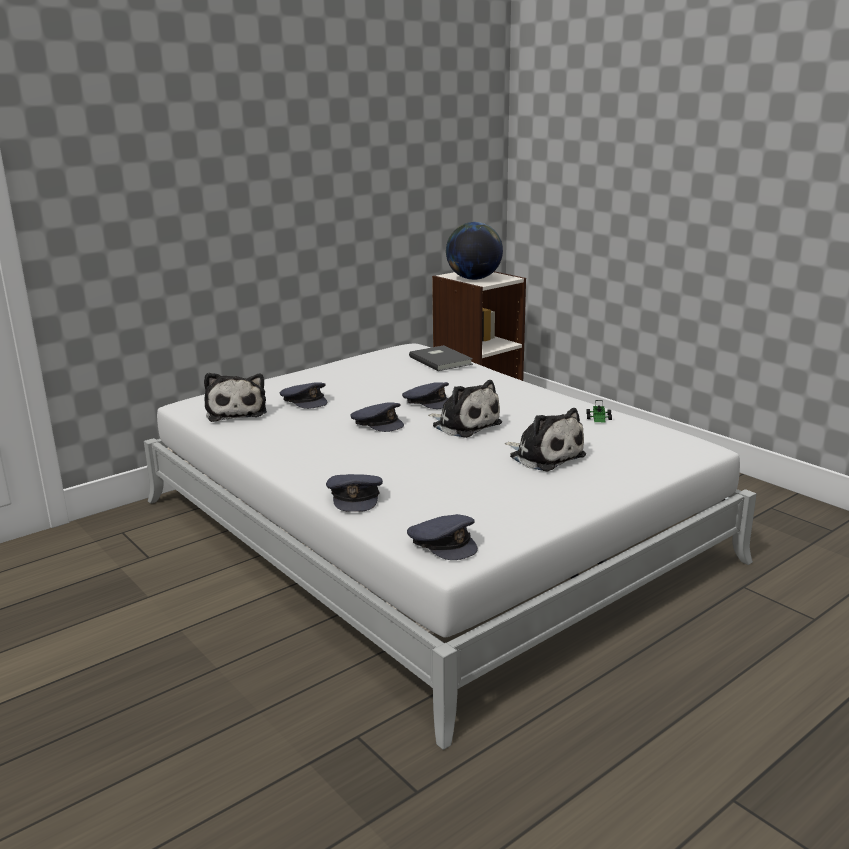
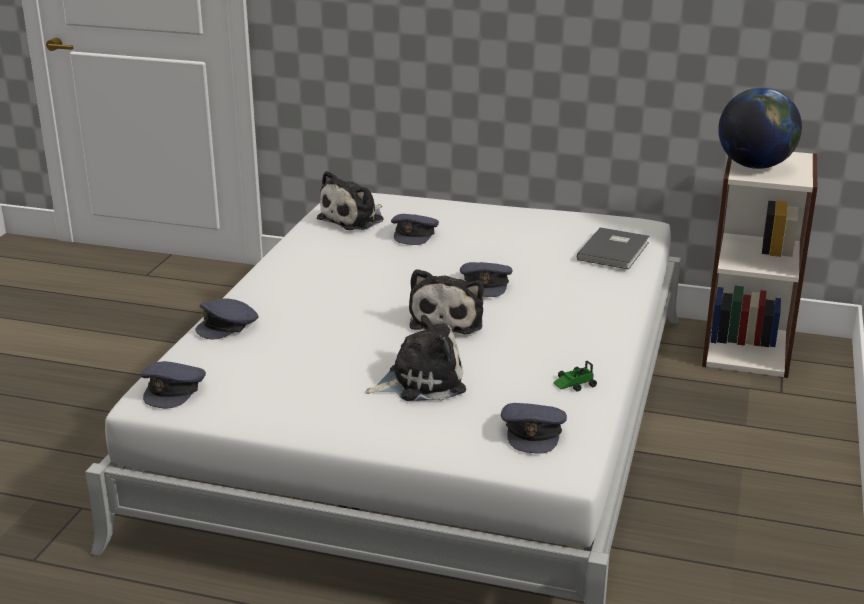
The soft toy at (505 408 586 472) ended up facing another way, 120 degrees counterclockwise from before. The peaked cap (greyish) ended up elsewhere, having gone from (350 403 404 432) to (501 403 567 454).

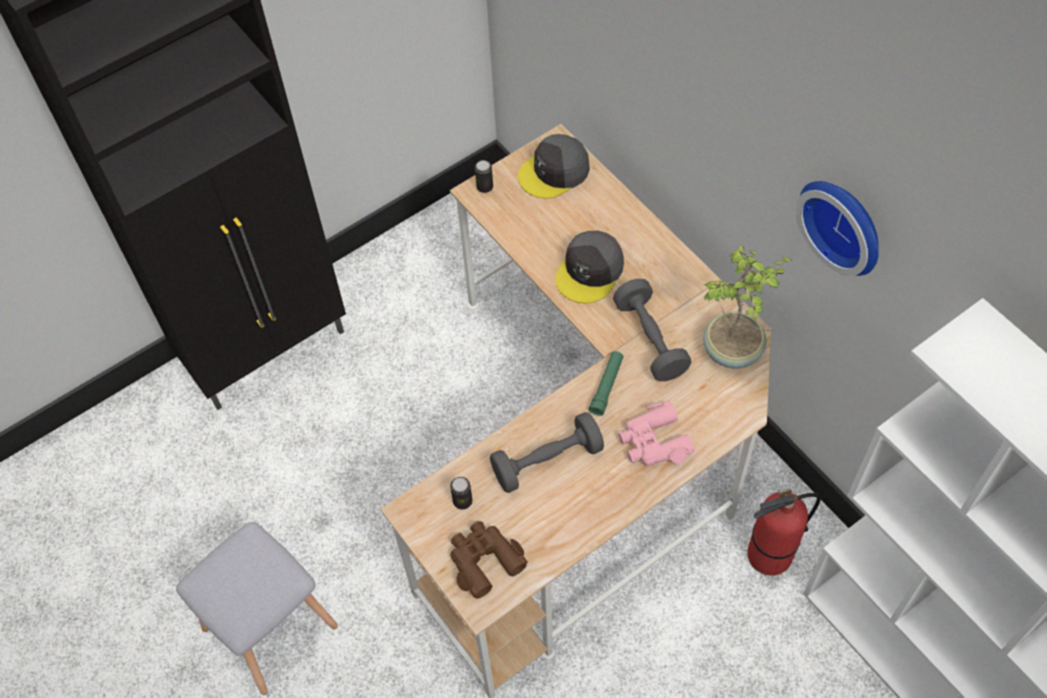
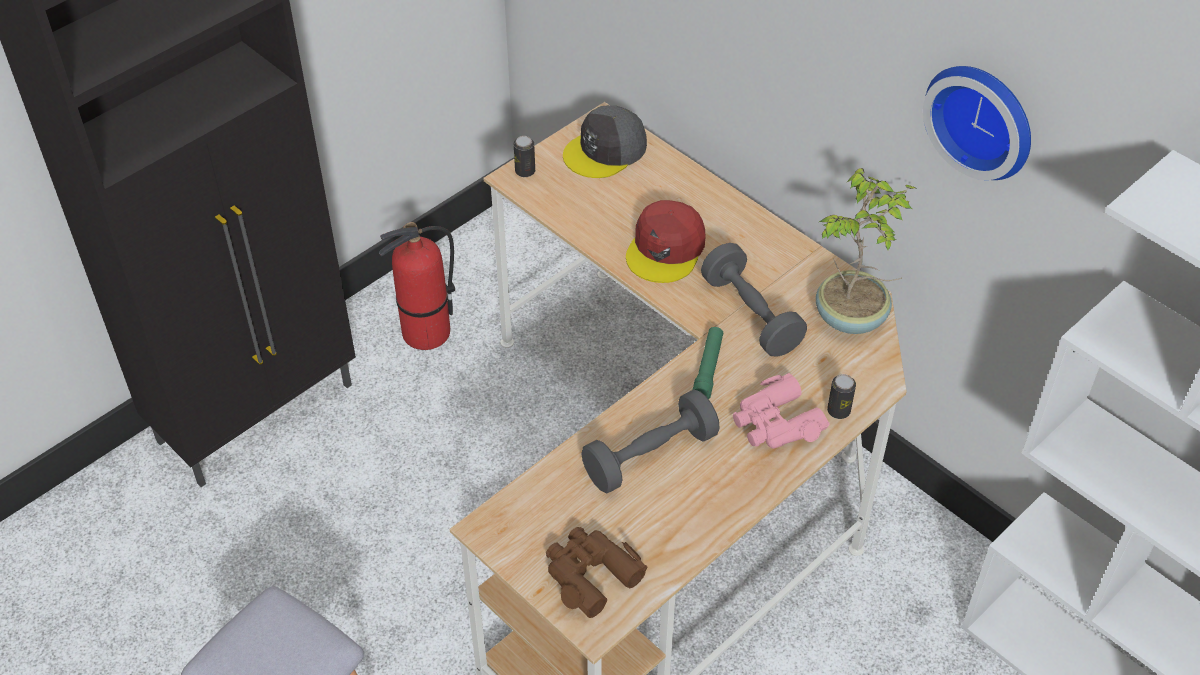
The extinguisher ended up elsewhere, having gone from (747 489 821 575) to (379 222 455 350). What was the peaked cap (greyish) at (556 230 624 303) turned into the peaked cap (red-coloured) at (626 200 705 283). The can ended up elsewhere, having gone from (450 477 472 510) to (827 374 856 419).

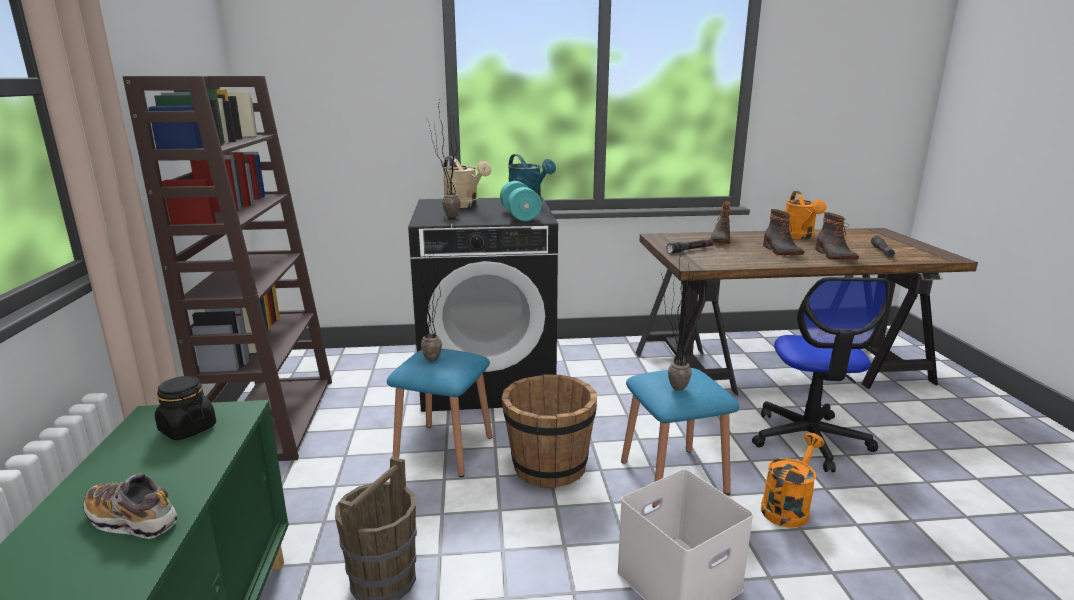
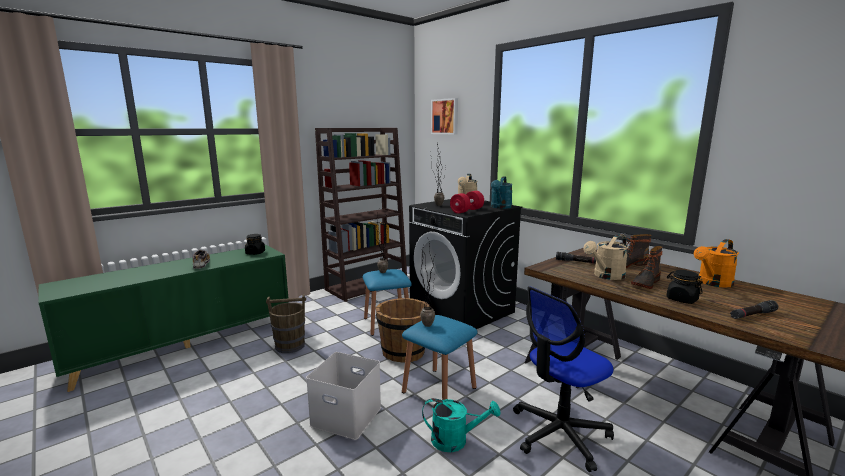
What was the watering can (orange) at (761 433 825 528) turned into the watering can (turquoise-coloured) at (422 398 500 452). The second view gained the wall art at (431 98 458 134). What was the dumbbell (turquoise-coloured) at (500 181 542 221) turned into the dumbbell (red-coloured) at (450 191 484 214). The second view gained the watering can (beige) at (583 234 628 280). Where the high-top boot stood at (815 212 859 260), the storage jar (black) came to stand at (666 270 703 304).

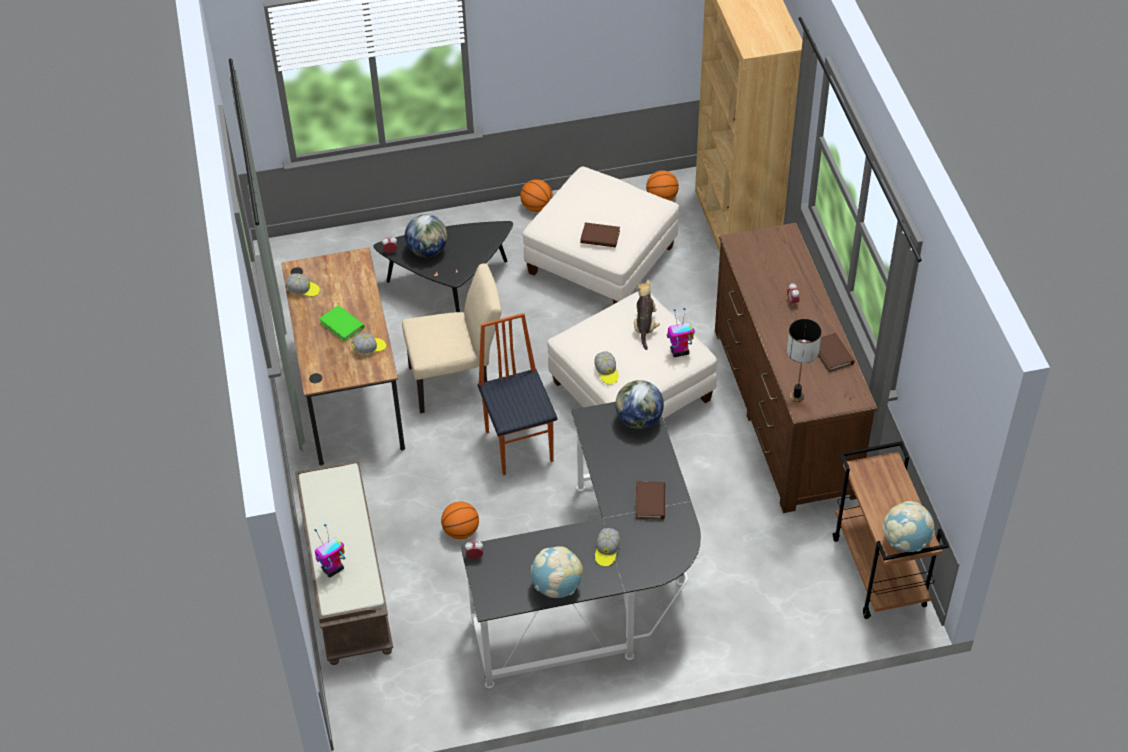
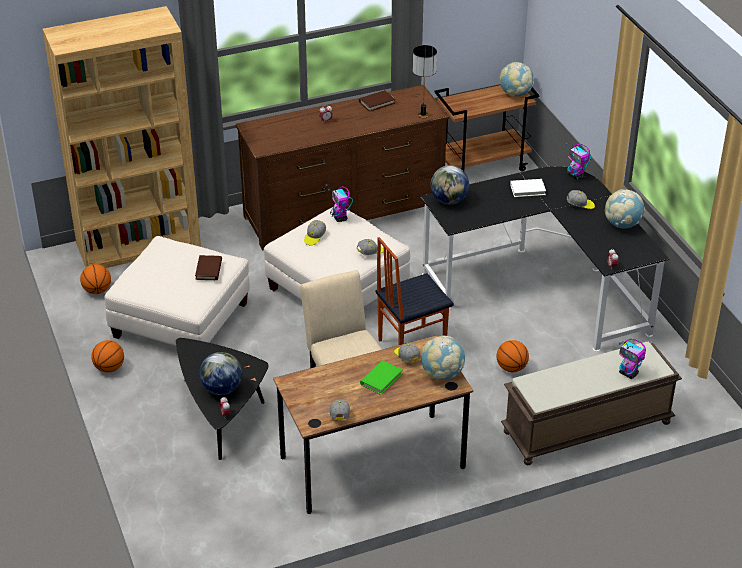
Where the soft toy stood at (634 280 660 350), the peaked cap came to stand at (304 220 326 245). The second view gained the desk globe at (421 336 465 380). What was the bound book (brownish) at (636 481 665 519) turned into the bound book (white-coloured) at (510 179 546 197). The second view gained the toy robot at (566 143 591 180).

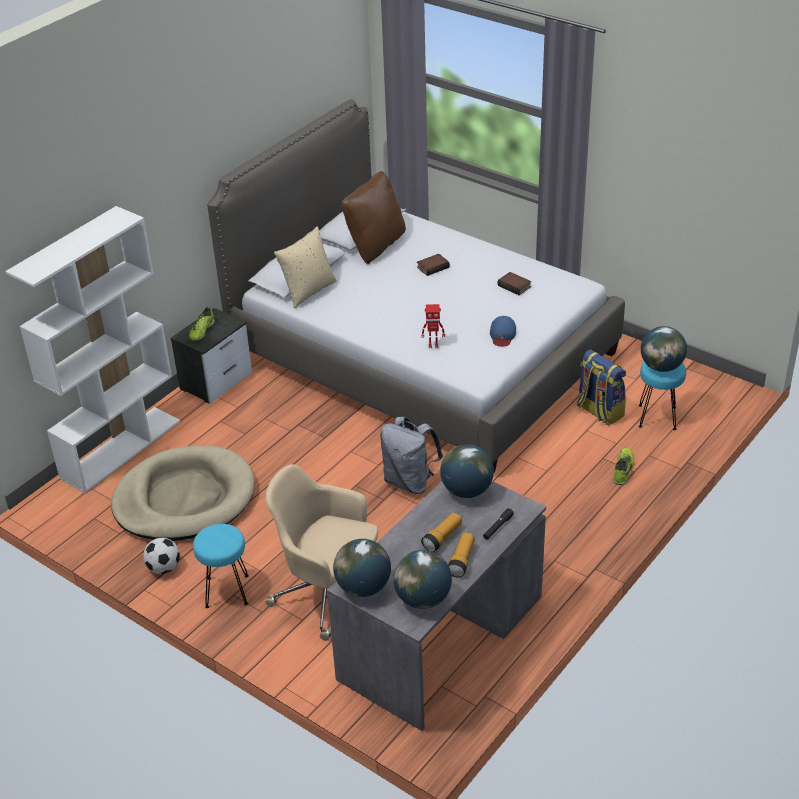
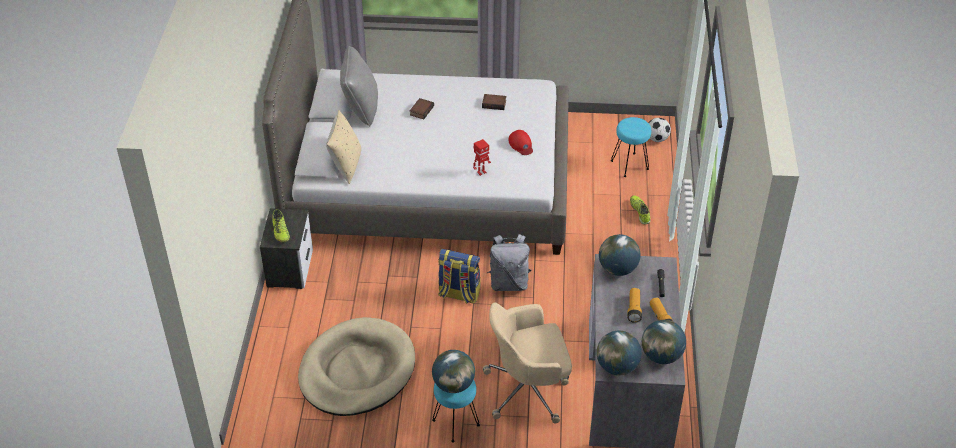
What was the throw pillow (brownish) at (341 171 406 264) turned into the throw pillow (greyish) at (340 46 378 126). The desk globe ended up elsewhere, having gone from (641 326 687 372) to (432 350 475 393). The backpack ended up elsewhere, having gone from (577 350 626 425) to (438 249 481 304). What was the peaked cap (bluish) at (490 316 516 346) turned into the peaked cap (red-coloured) at (509 130 533 155). The ball for football ended up elsewhere, having gone from (143 538 180 574) to (649 118 671 142). The second view lost the bookcase (white-coloured) at (5 206 180 493).

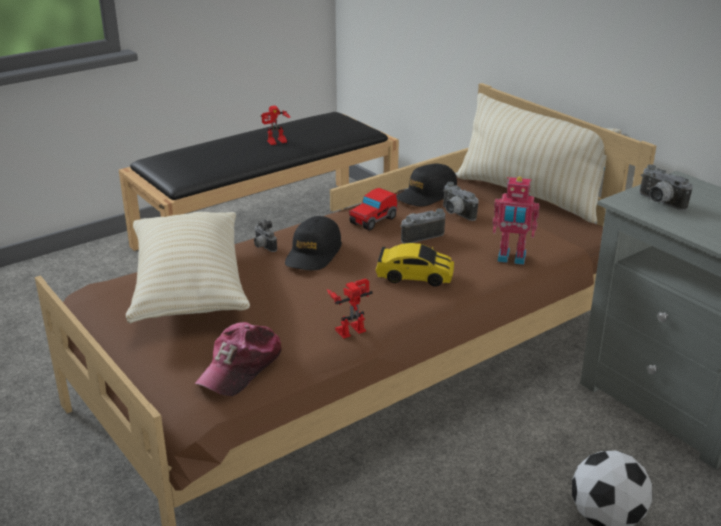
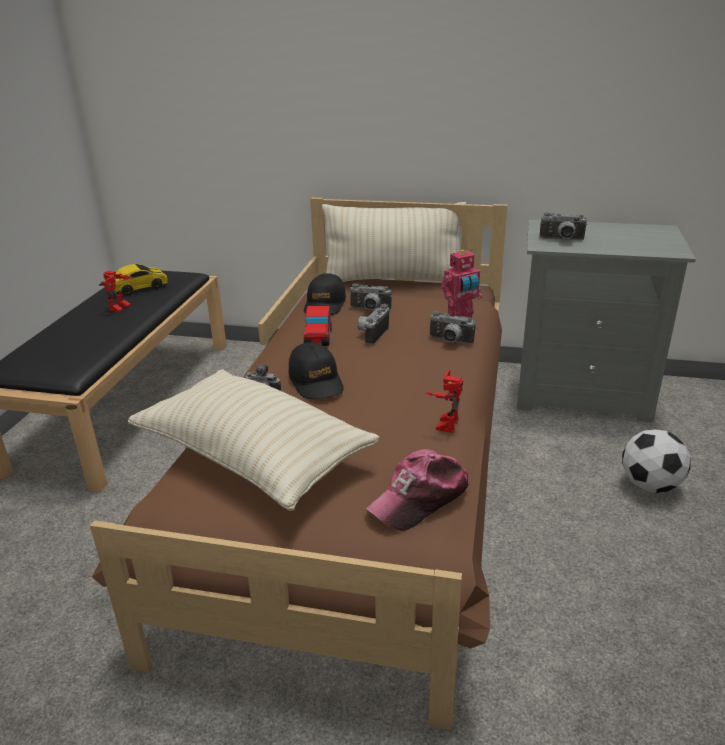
The toy car ended up elsewhere, having gone from (376 243 454 287) to (115 264 168 295). The peaked cap at (194 322 282 396) ended up facing another way, 60 degrees clockwise from before. The second view gained the still camera at (429 311 476 344).

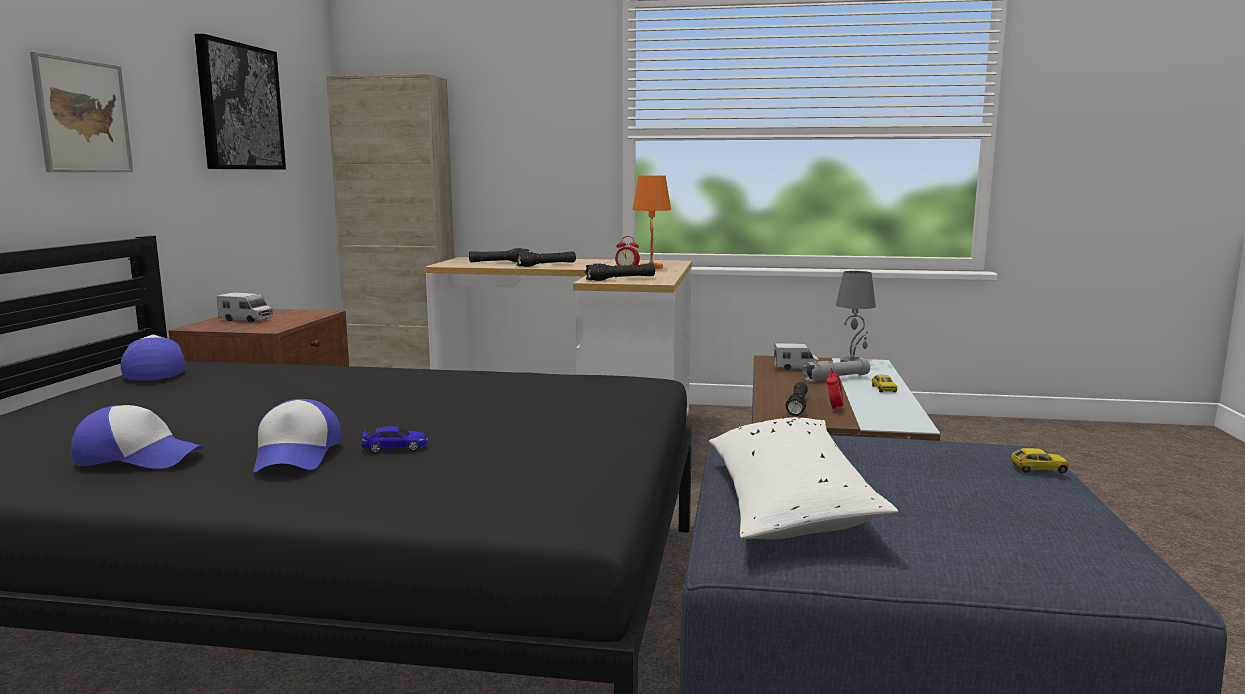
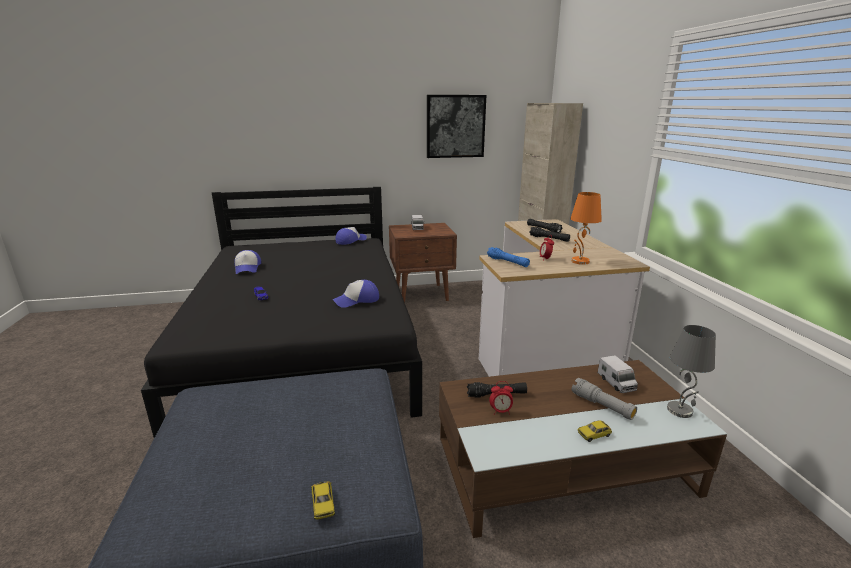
The peaked cap ended up elsewhere, having gone from (254 399 341 472) to (333 280 379 308). What was the hand torch (black) at (585 263 655 281) turned into the hand torch (bluish) at (487 247 530 267). The second view lost the wall art at (30 52 133 172). The second view lost the throw pillow (white-coloured) at (709 417 898 540).

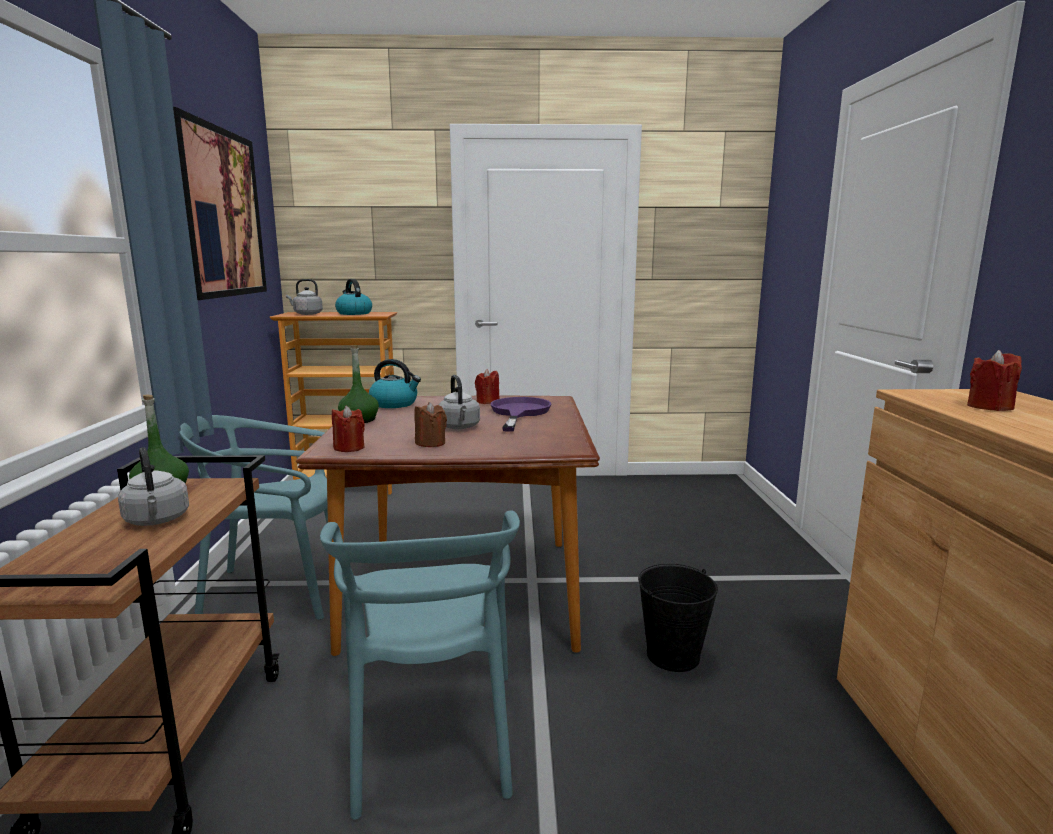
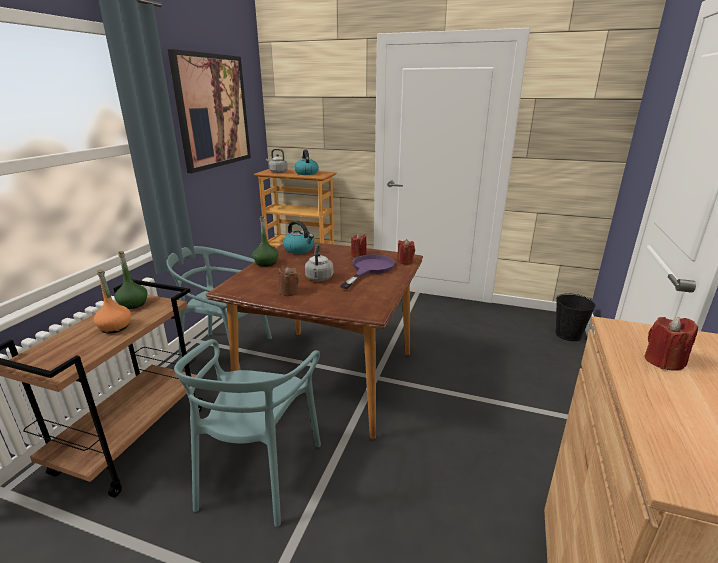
Where the tea kettle (greyish) stood at (118 447 189 526), the bottle (orange) came to stand at (94 269 131 333). The candle (red-coloured) ended up elsewhere, having gone from (332 406 365 452) to (397 239 415 265). The water bucket (black) ended up elsewhere, having gone from (638 564 718 672) to (555 293 596 341).

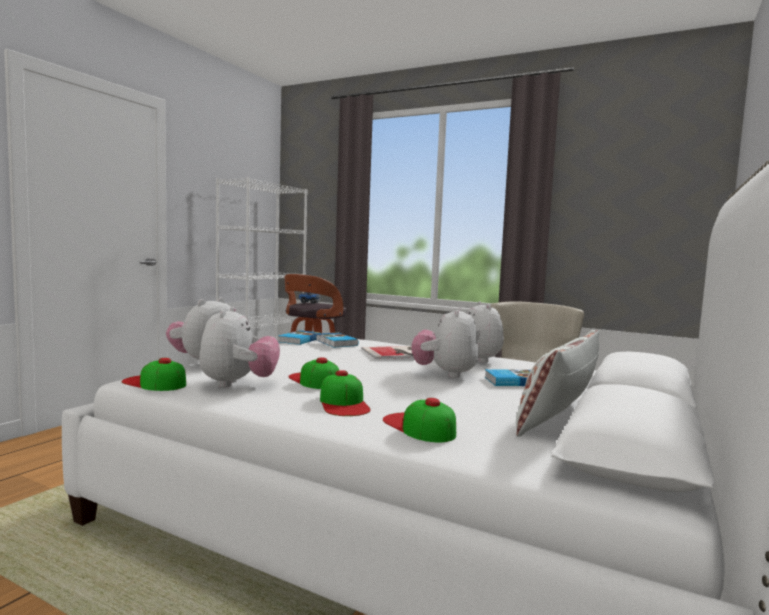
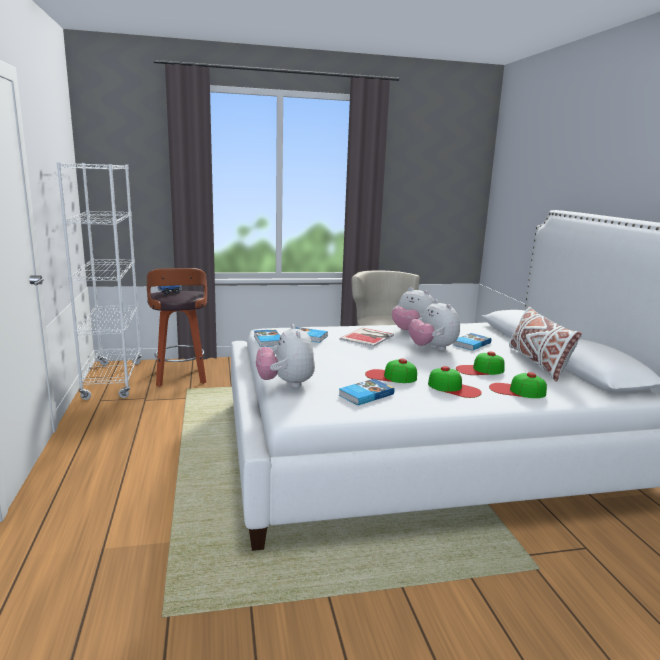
Where the soft toy stood at (199 306 280 388), the bound book came to stand at (338 379 394 405). The peaked cap ended up elsewhere, having gone from (121 358 186 391) to (456 351 505 375).

